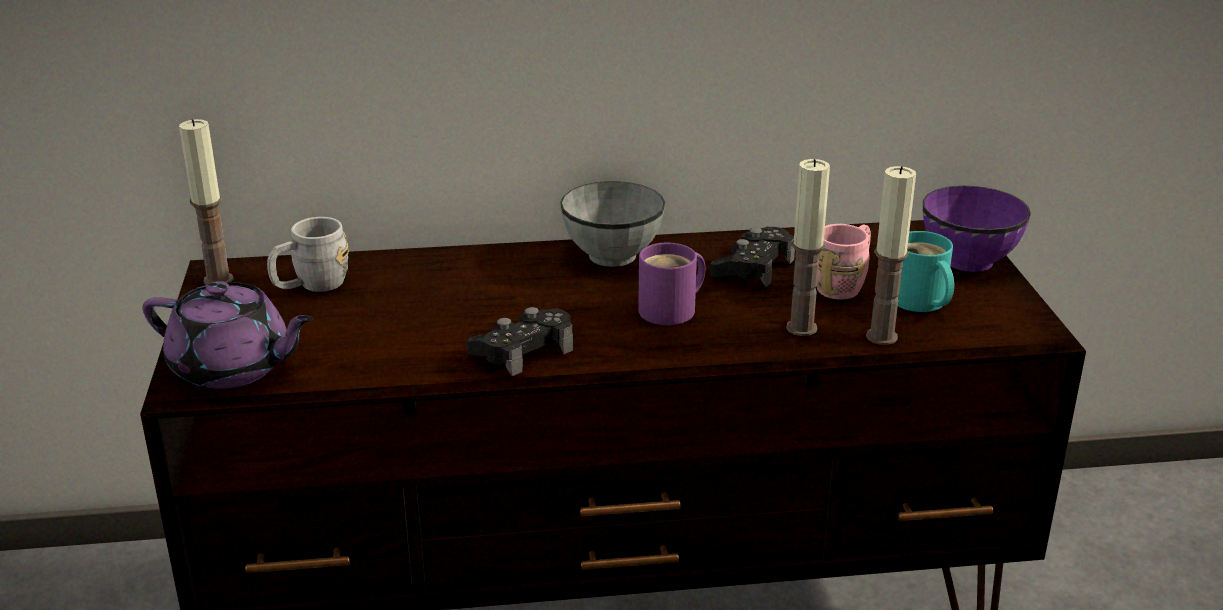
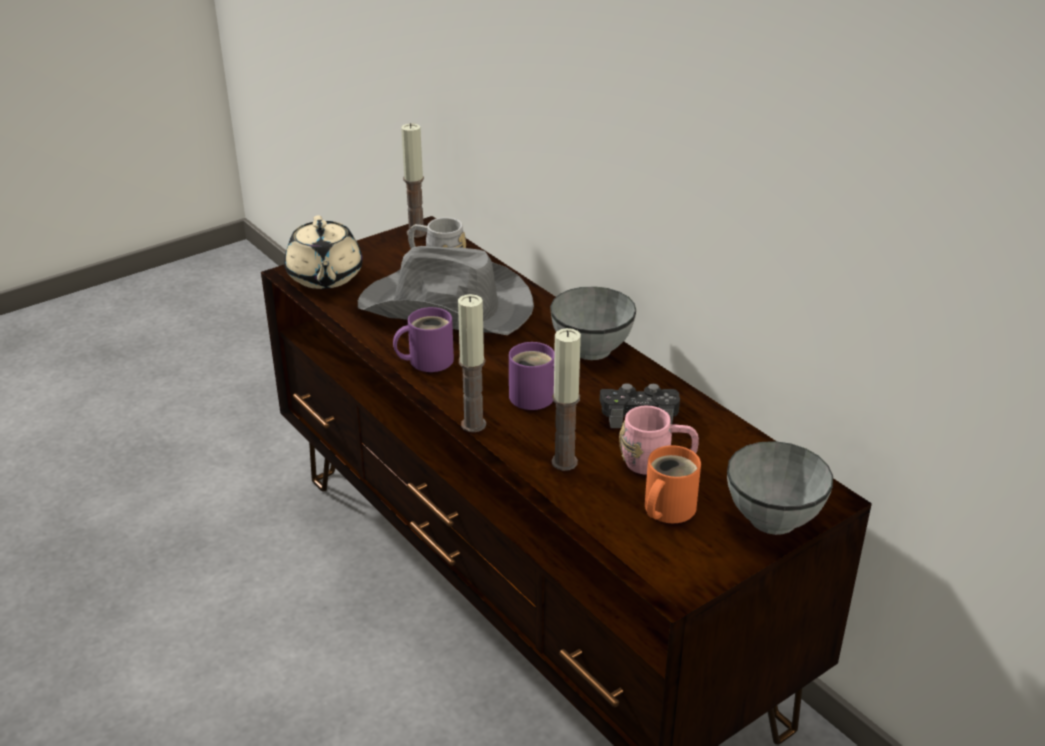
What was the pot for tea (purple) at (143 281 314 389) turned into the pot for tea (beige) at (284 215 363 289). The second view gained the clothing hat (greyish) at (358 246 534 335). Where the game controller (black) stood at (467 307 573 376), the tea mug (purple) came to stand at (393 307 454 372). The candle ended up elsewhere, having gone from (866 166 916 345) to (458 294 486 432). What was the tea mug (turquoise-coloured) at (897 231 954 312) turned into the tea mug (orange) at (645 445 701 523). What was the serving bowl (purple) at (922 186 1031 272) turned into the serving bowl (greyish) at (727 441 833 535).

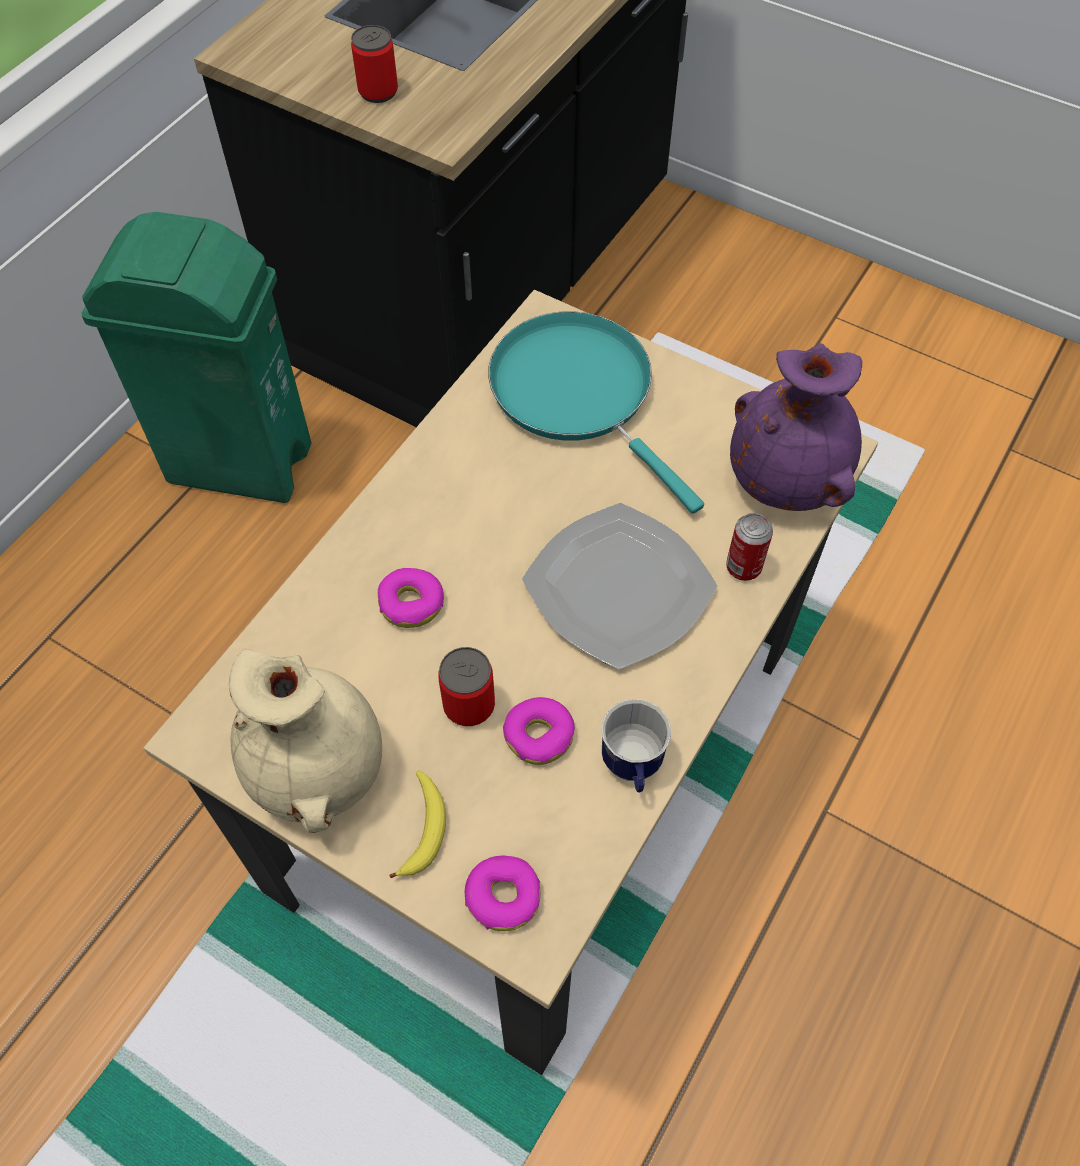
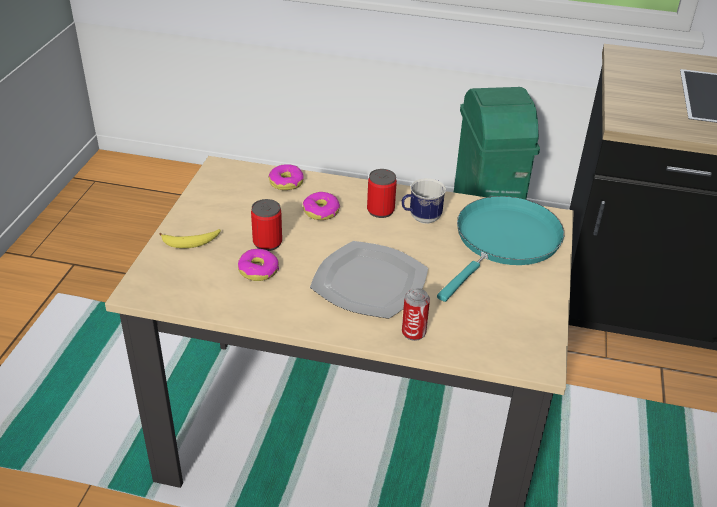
The ring doughnut ended up elsewhere, having gone from (465 856 540 931) to (268 164 304 190). The can ended up elsewhere, having gone from (351 25 398 103) to (367 169 397 218). The tea mug ended up elsewhere, having gone from (602 699 671 793) to (402 178 446 224). The second view lost the decorative vase (beige) at (229 649 382 833). The second view lost the decorative vase (purple) at (730 343 862 511).

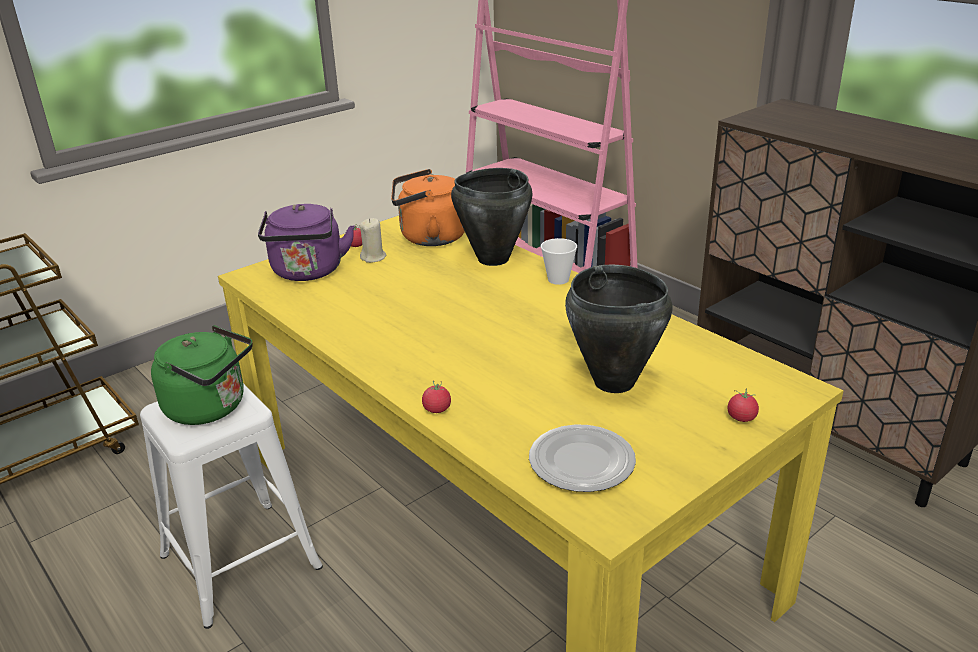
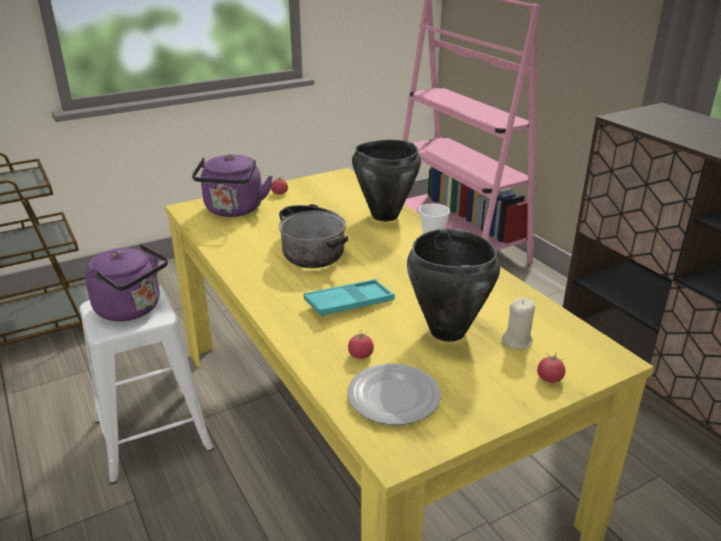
What was the tea kettle (green) at (151 325 253 425) turned into the tea kettle (purple) at (85 244 168 321). The second view gained the saucepot at (279 204 348 268). The second view gained the carrying tray (turquoise-coloured) at (304 279 395 317). The fresh tomato ended up elsewhere, having gone from (422 381 451 413) to (348 330 374 359). The candle (beige) ended up elsewhere, having gone from (360 218 386 263) to (502 298 535 349). The second view lost the tea kettle (orange) at (391 169 465 246).

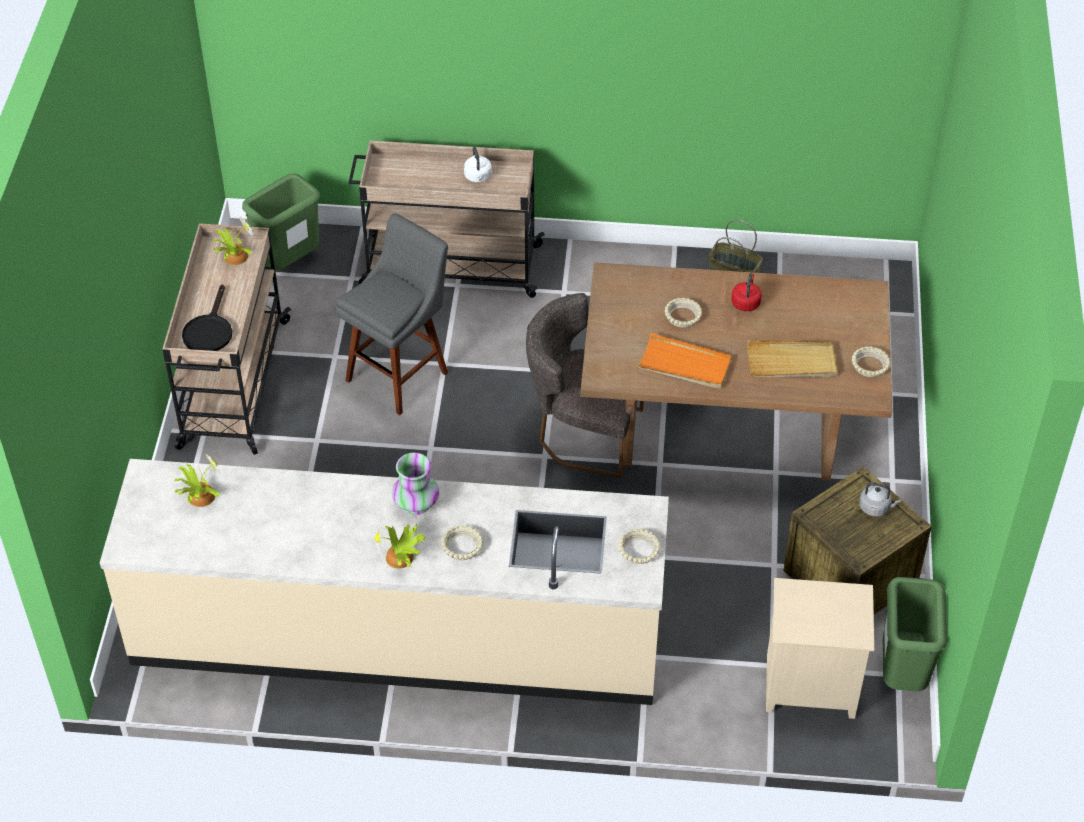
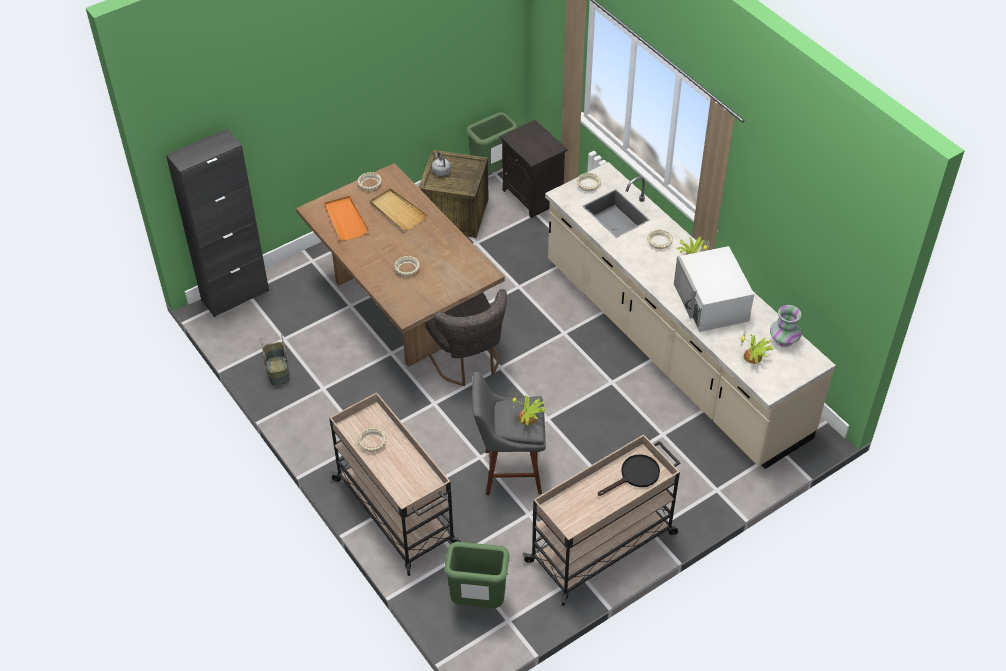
The second view gained the storage cabinet (black) at (166 129 269 317). The carrying tray (orange) ended up elsewhere, having gone from (637 333 732 389) to (324 196 369 241). Where the tea kettle (white-coloured) stood at (464 146 492 183), the serving bowl (beige) came to stand at (358 428 386 452). What was the night table (beige) at (766 578 874 719) turned into the night table (black) at (500 120 568 218). The houseplant ended up elsewhere, having gone from (212 216 253 265) to (512 393 545 425). The second view gained the microwave oven (white-coloured) at (674 246 754 332). The decorative vase ended up elsewhere, having gone from (392 453 439 515) to (770 305 802 347). The second view lost the tea kettle (red-coloured) at (731 273 762 311).

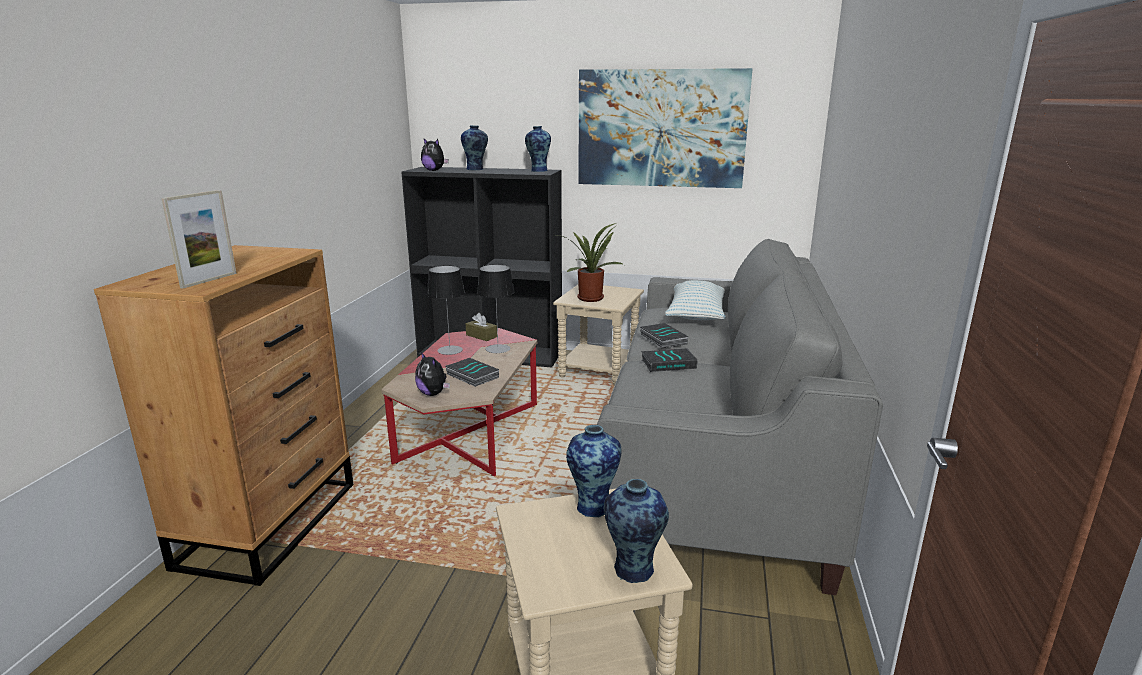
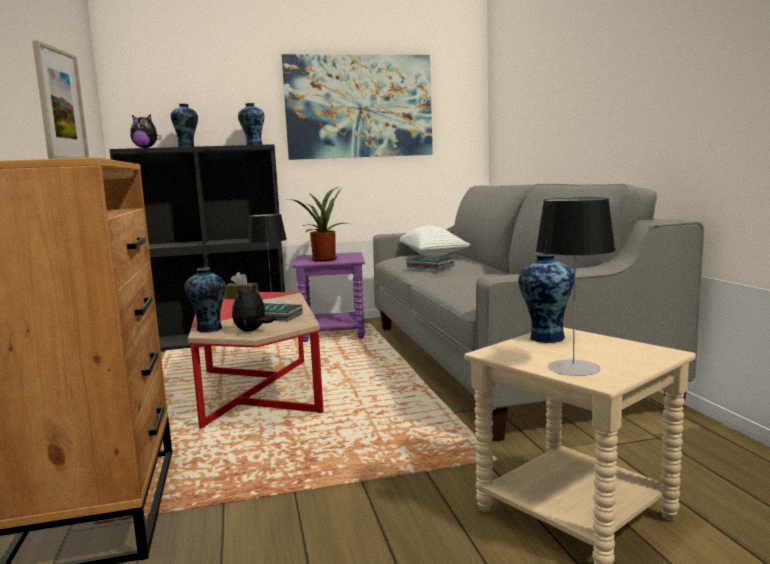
The decorative vase ended up elsewhere, having gone from (603 479 669 583) to (185 267 226 333). The soft toy at (415 352 450 396) ended up facing another way, 90 degrees clockwise from before. What was the end table (beige) at (553 285 644 385) turned into the end table (purple) at (293 252 365 342). The tabletop lamp ended up elsewhere, having gone from (427 265 465 355) to (536 197 616 376). The second view lost the bound book at (641 348 698 372).

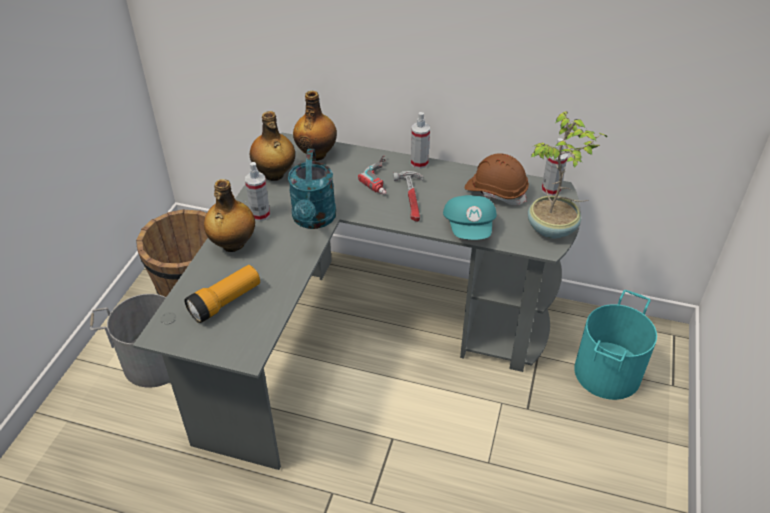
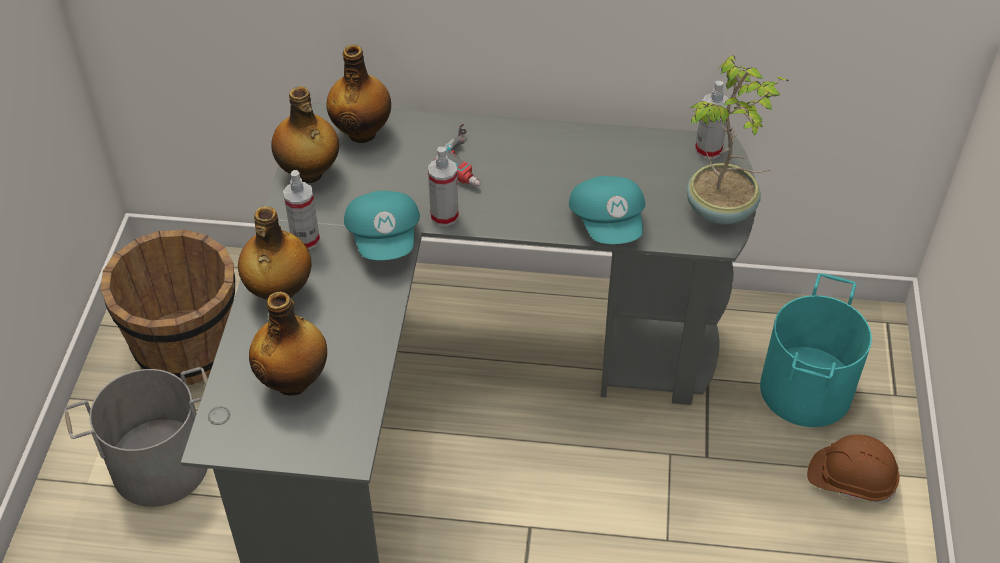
Where the hand torch stood at (184 265 260 323), the bottle came to stand at (249 292 327 396). Where the watering can (turquoise-coloured) stood at (288 149 336 229), the peaked cap (turquoise-coloured) came to stand at (344 191 420 260). The spray bottle ended up elsewhere, having gone from (411 112 430 169) to (428 147 459 226). The safety helmet (brownish) ended up elsewhere, having gone from (465 153 529 205) to (807 435 899 503). The second view lost the tool hammer at (393 171 423 222).

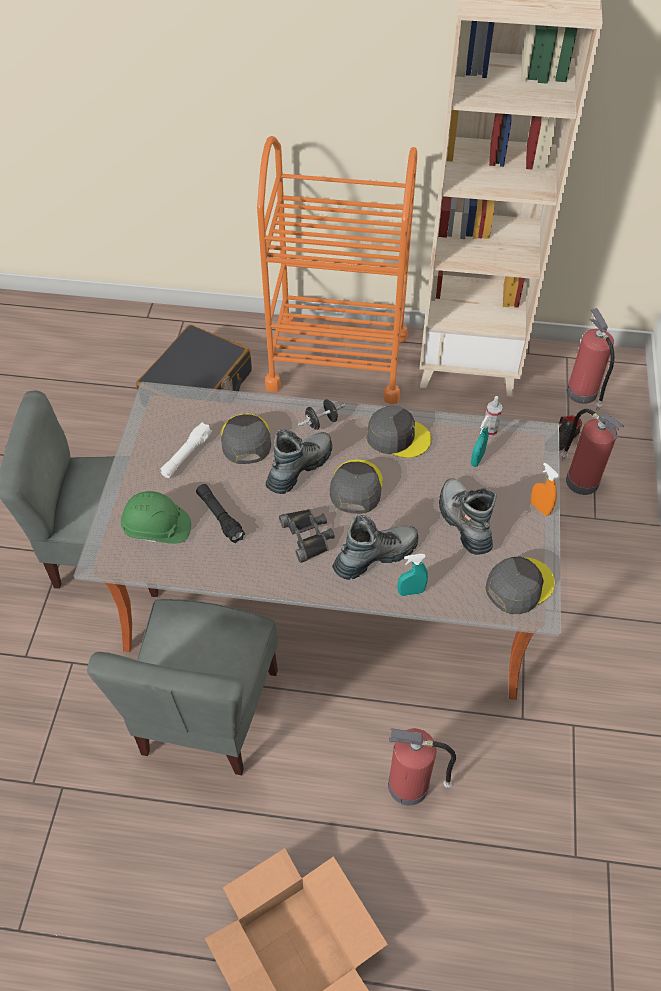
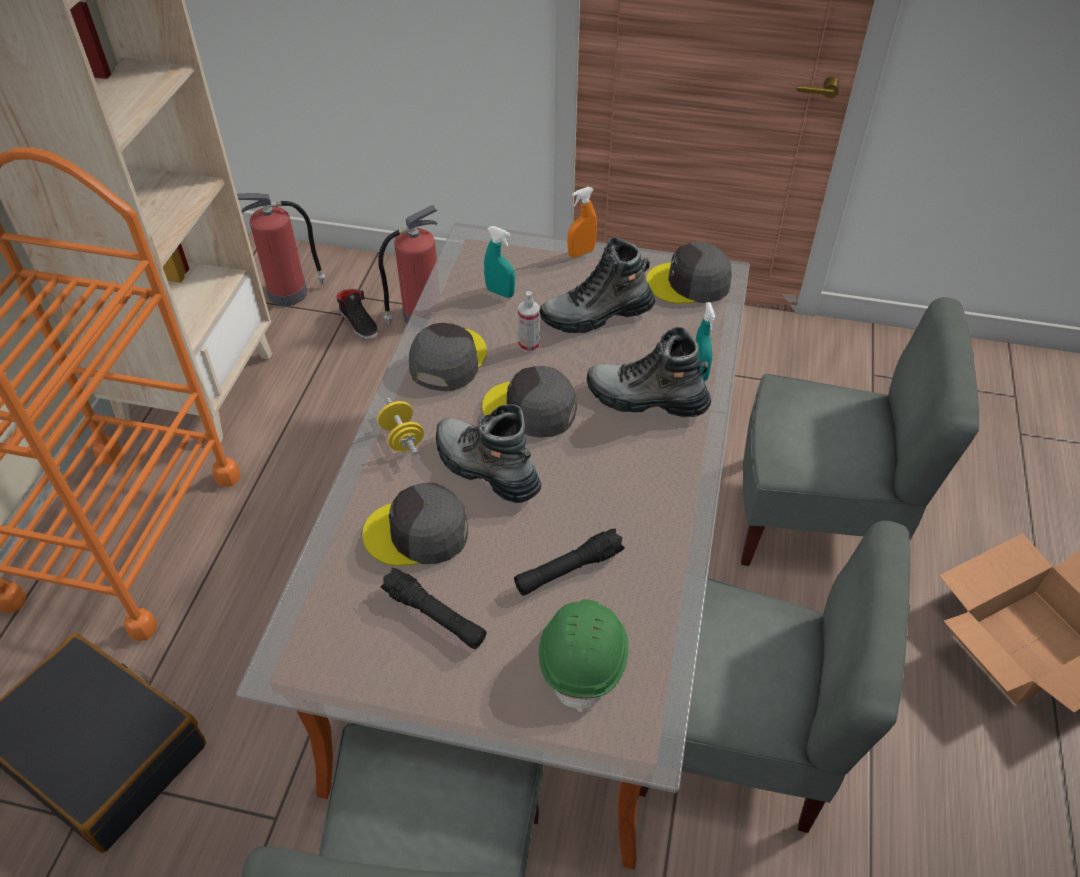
What was the dumbbell (black) at (298 399 345 430) turned into the dumbbell (yellow) at (377 398 424 456). What was the hand torch (white-coloured) at (160 422 212 478) turned into the hand torch (black) at (380 568 487 649). The spray bottle ended up elsewhere, having gone from (485 396 503 436) to (518 291 540 352). The high-top boot at (332 515 418 580) ended up facing another way, 45 degrees counterclockwise from before. The peaked cap (greyish) at (485 557 555 615) ended up facing another way, 60 degrees counterclockwise from before. Where the extinguisher stood at (388 728 456 805), the upright chair (greyish) came to stand at (741 297 979 566). The second view lost the binoculars (black) at (279 509 335 563).

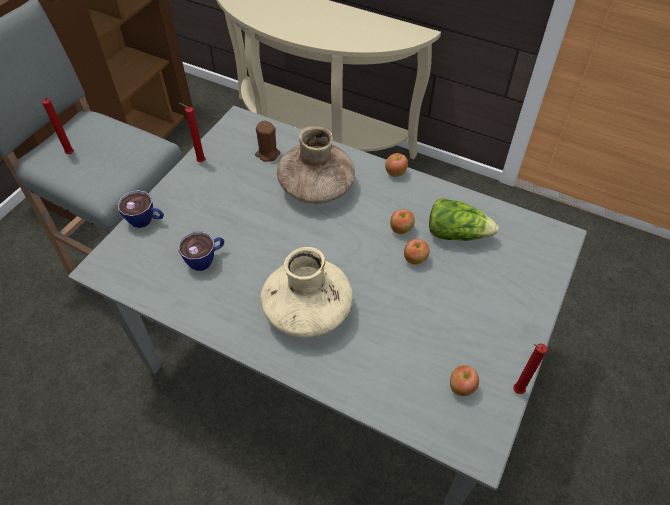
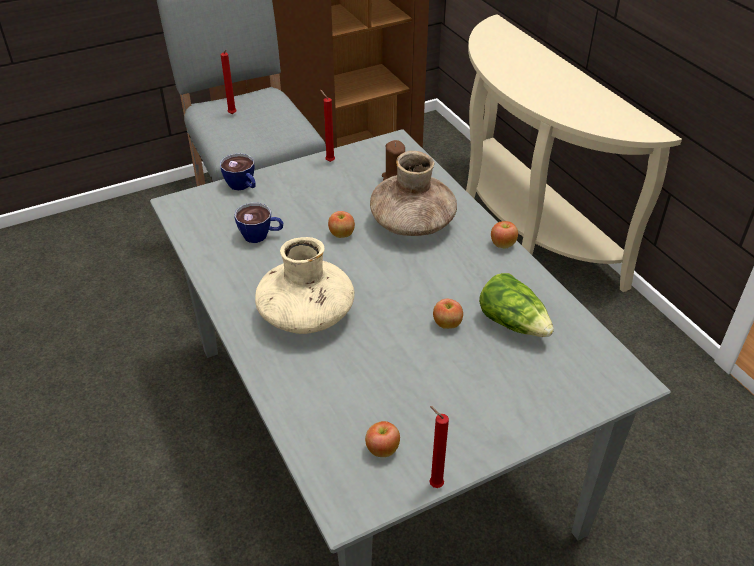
The apple ended up elsewhere, having gone from (390 209 415 234) to (328 211 355 238).

